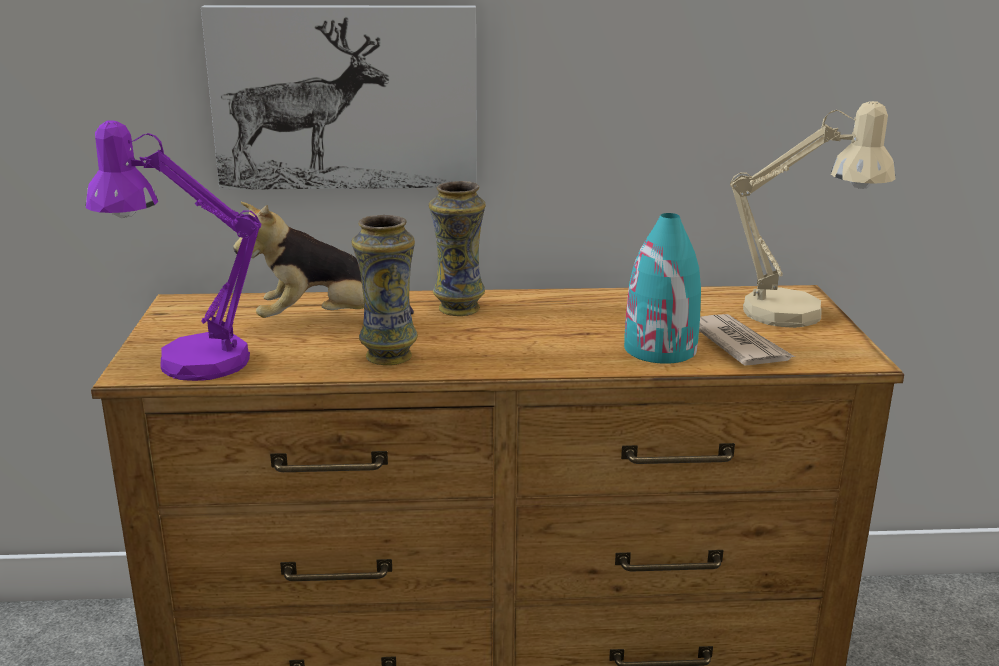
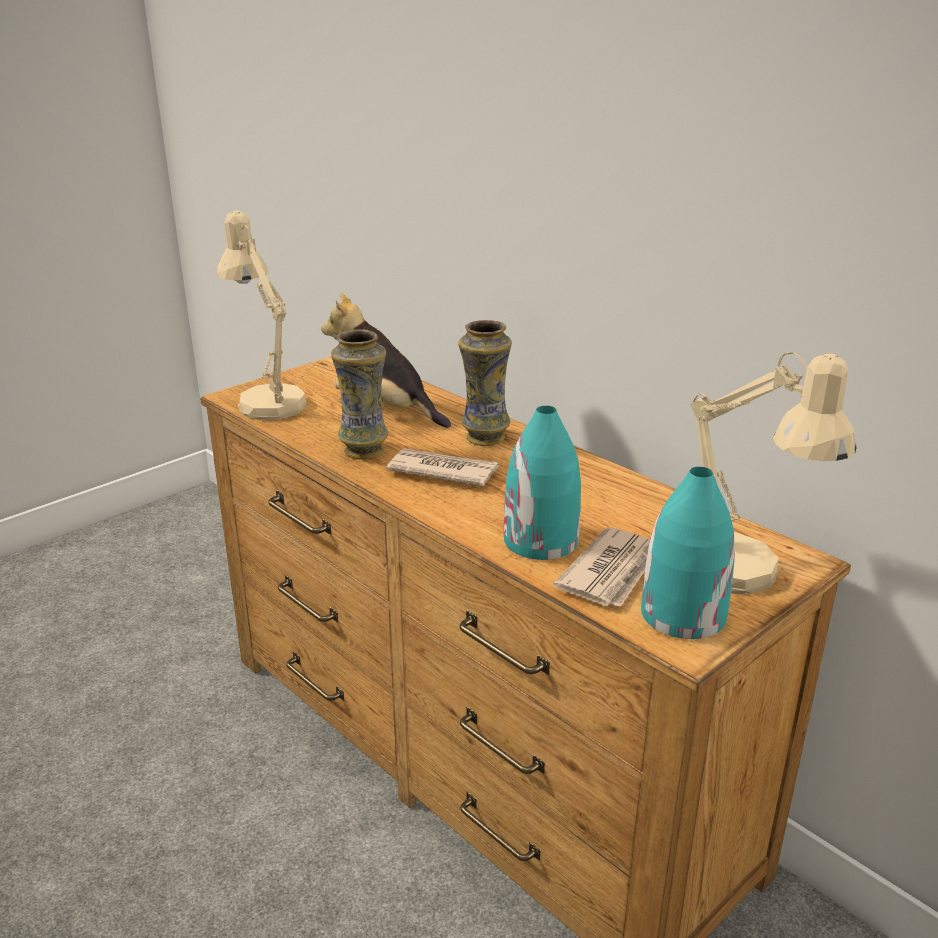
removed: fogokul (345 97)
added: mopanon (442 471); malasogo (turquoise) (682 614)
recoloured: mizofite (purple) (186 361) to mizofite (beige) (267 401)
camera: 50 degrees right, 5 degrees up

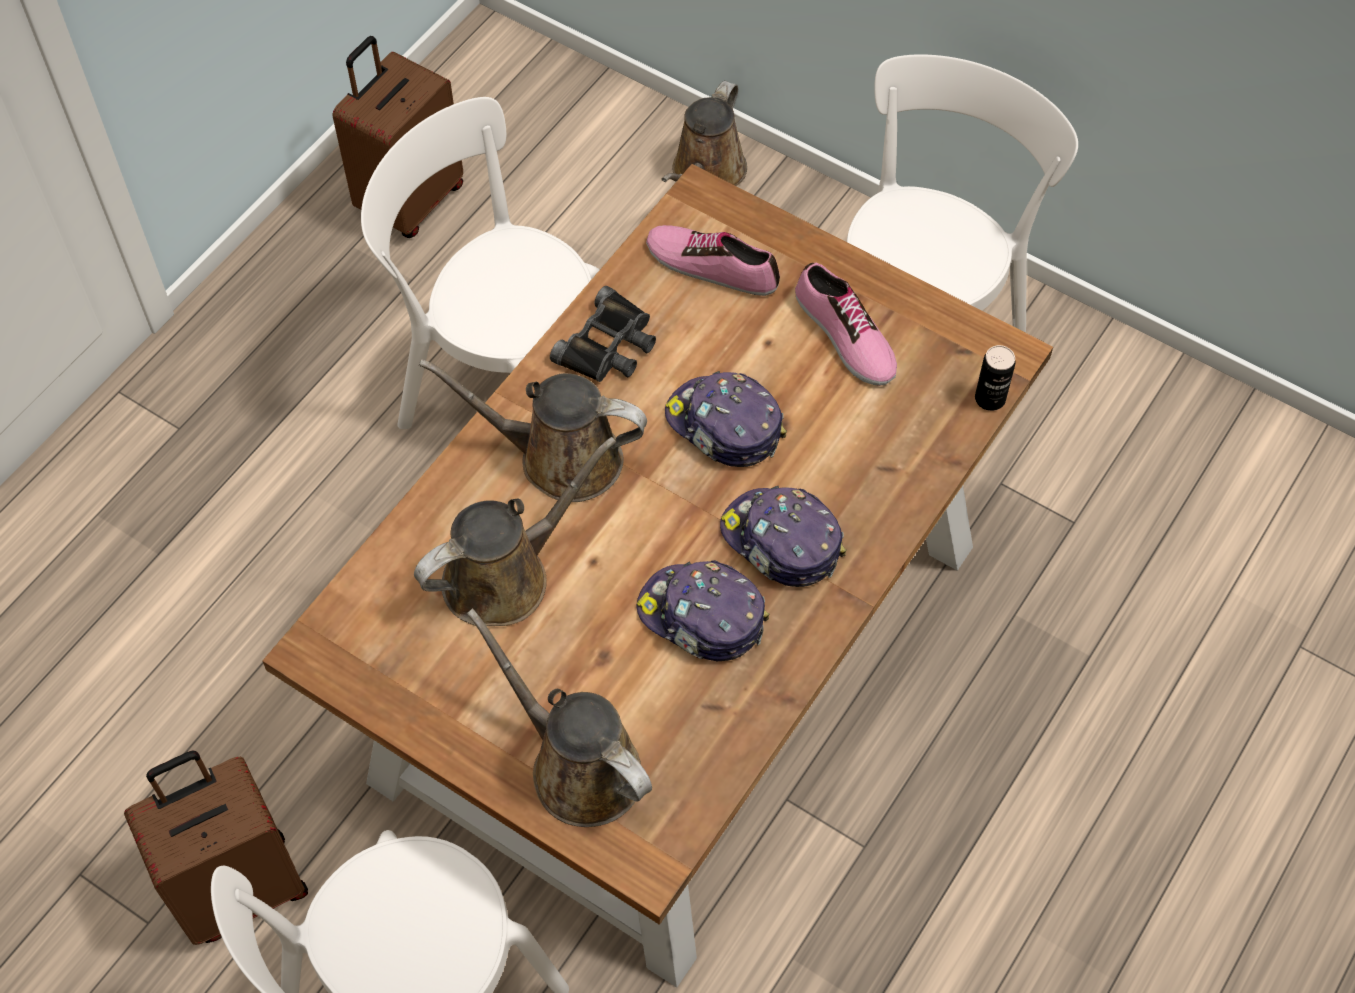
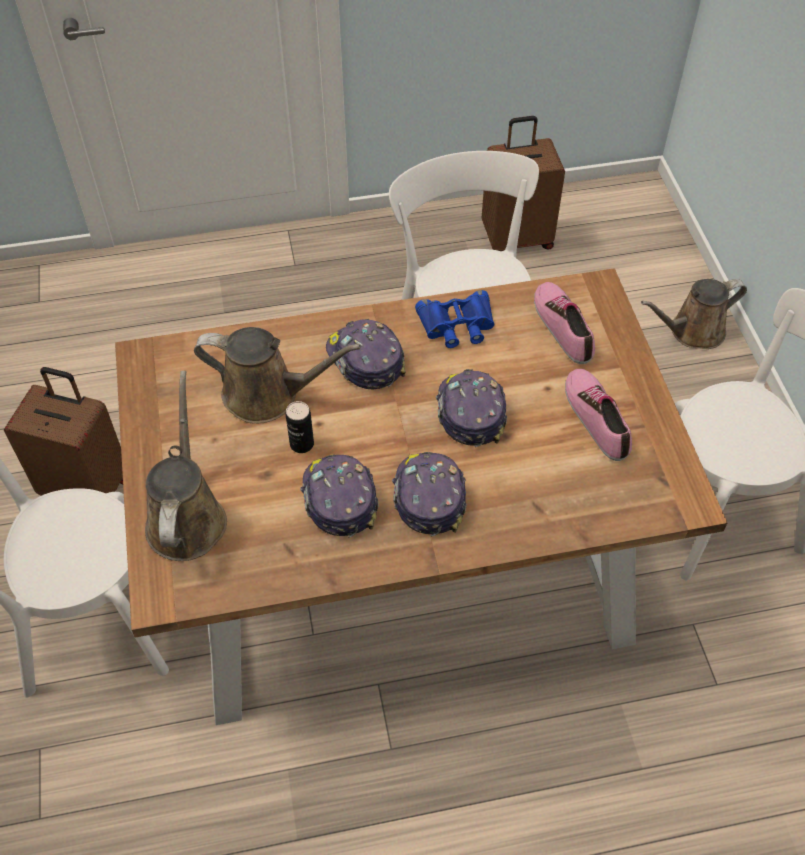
moved: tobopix (990 399) to (302 444)
replaced: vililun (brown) (560 458) to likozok (364 360)
recoloured: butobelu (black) (608 345) to butobelu (blue) (457 325)
turned: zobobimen (844 336) = (597 417) 150 degrees clockwise
camera: 45 degrees right, 5 degrees down

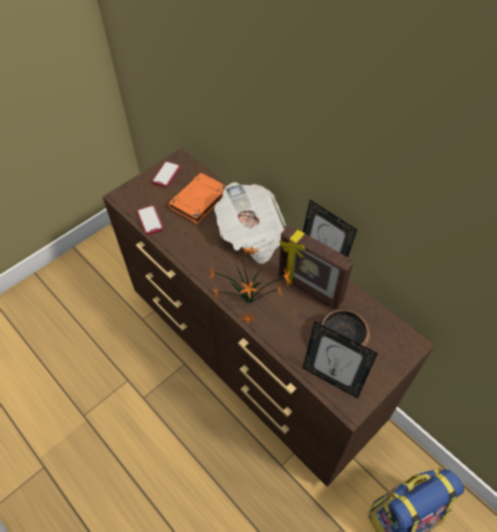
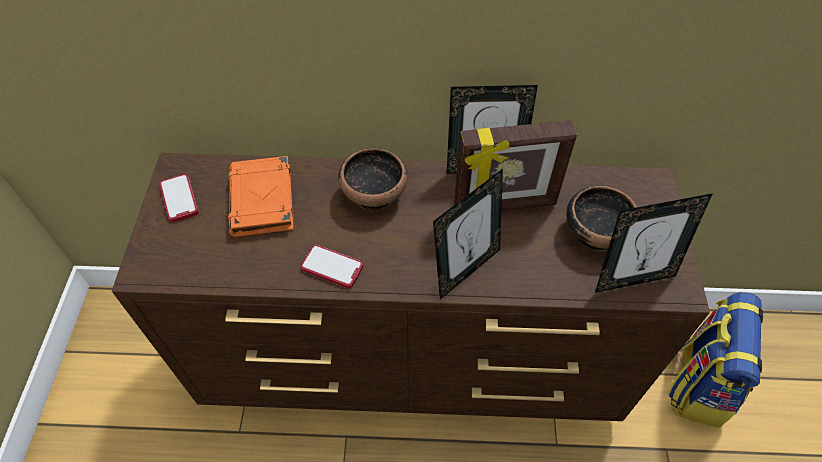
moved: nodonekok (150 221) to (332 267)
replaced: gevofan (252 304) to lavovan (465 269); mopanon (252 235) to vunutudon (375 193)
camera: 45 degrees left, 0 degrees up

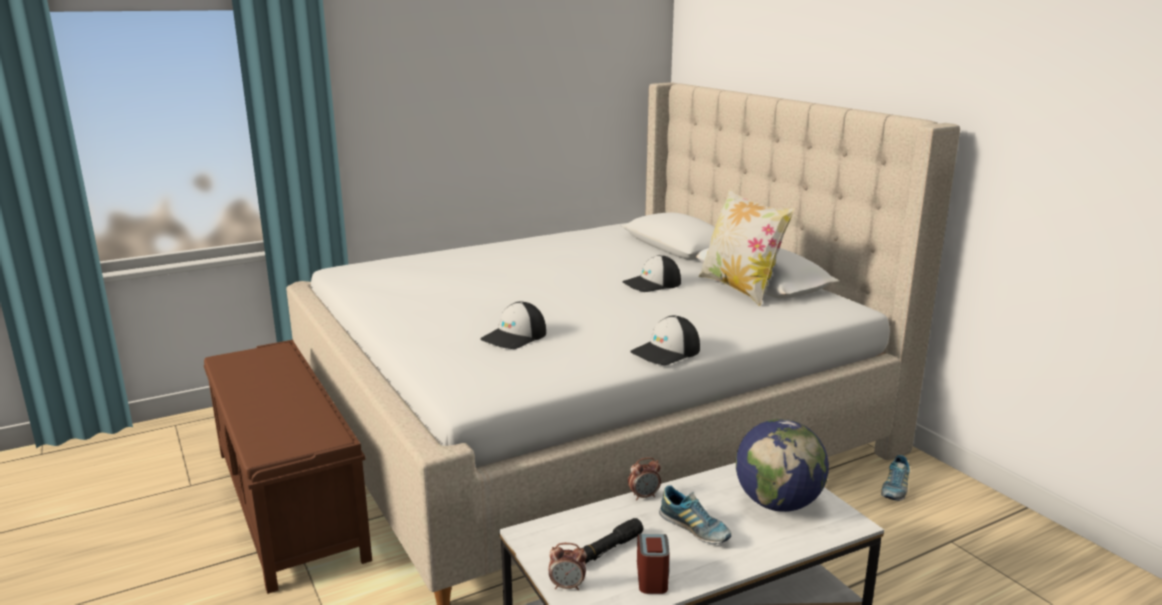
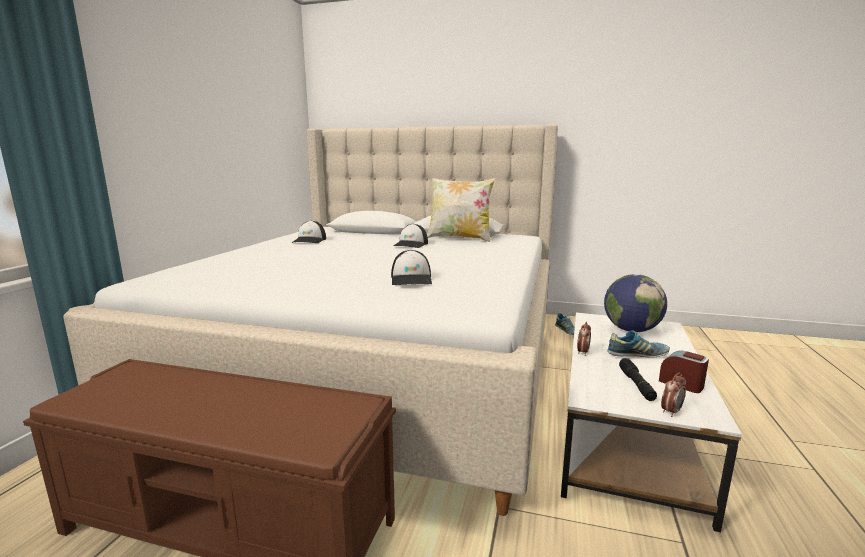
moved: likozok (666 352) to (310 240)
camera: 45 degrees left, 5 degrees down

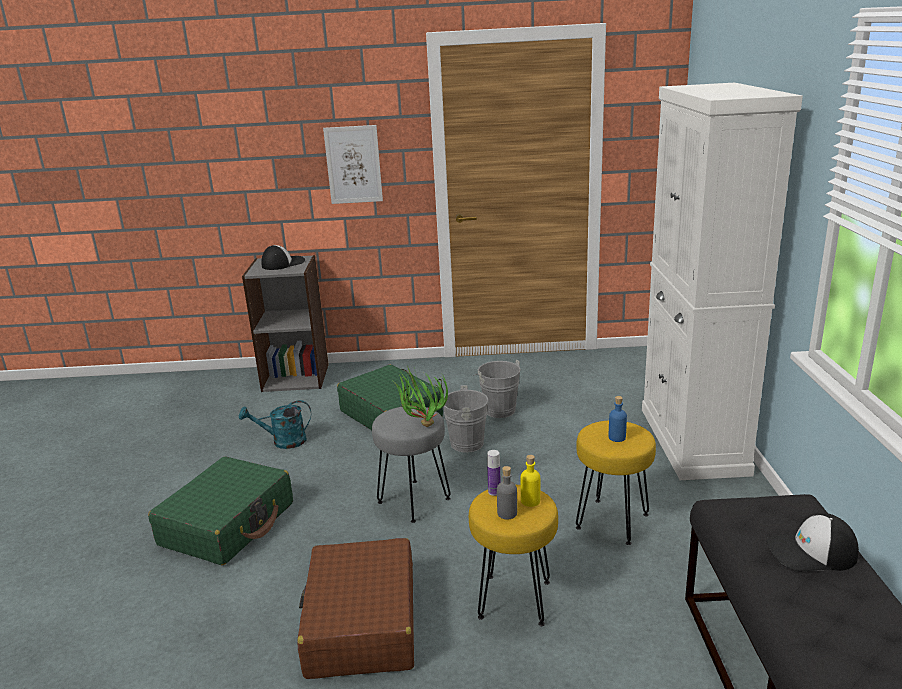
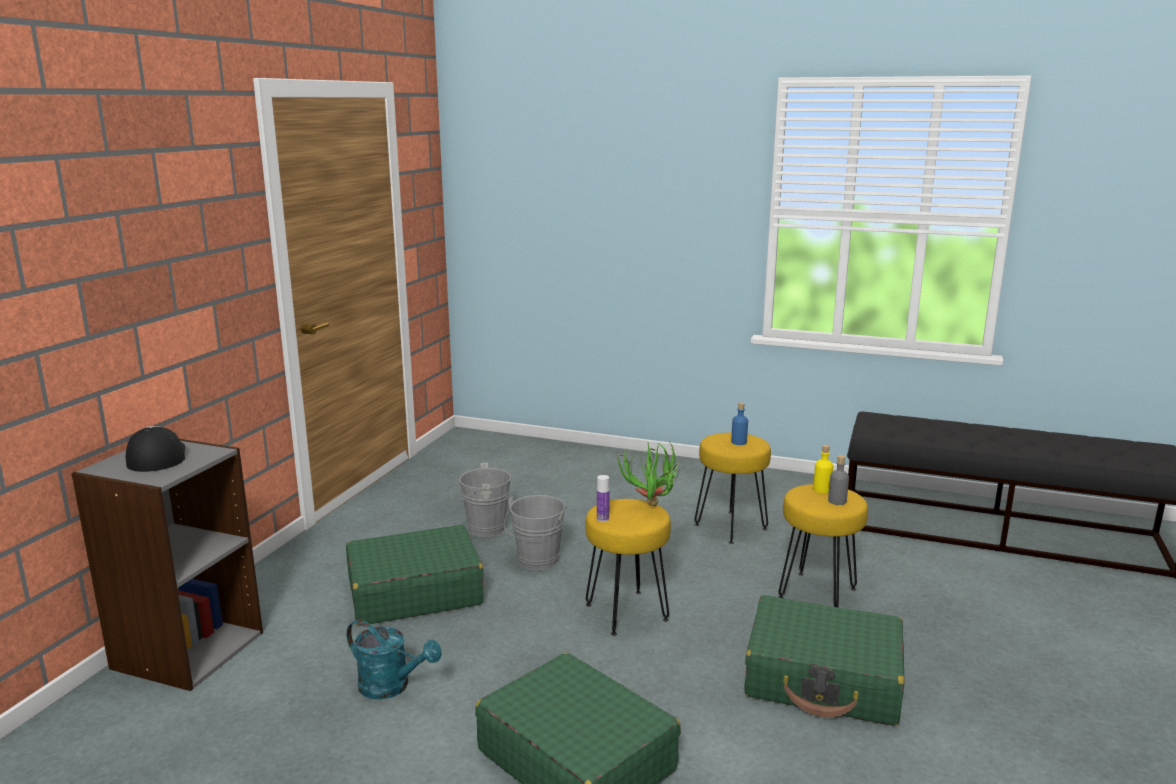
removed: fogokul (353 164); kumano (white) (693 440); likozok (811 552)
moved: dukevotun (494 492) to (603 519)
recoloured: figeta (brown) (361 624) to figeta (green) (823 679); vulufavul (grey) (415 500) to vulufavul (yellow) (627 612)
turned: vililun (turquoise) (283 442) = (392 687) 75 degrees counterclockwise
camera: 70 degrees left, 5 degrees down

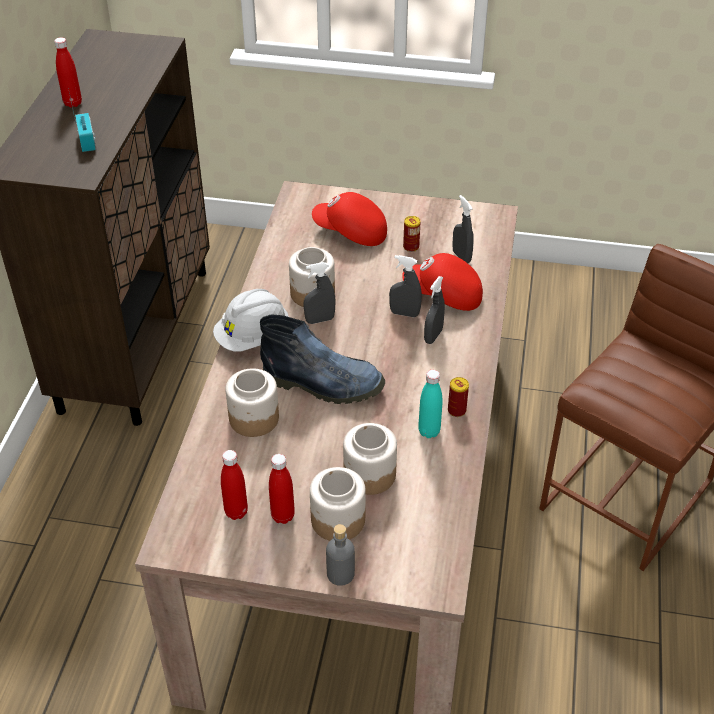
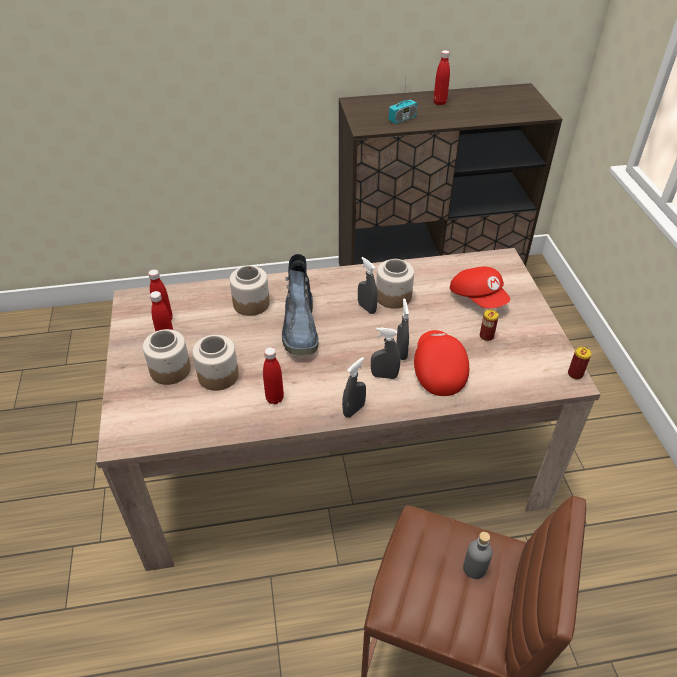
removed: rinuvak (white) (253 337)
moved: dukevotun (grey) (340 574) to (474 568); tobopix (456 410) to (575 374); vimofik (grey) (461 256) to (354 410)
recoloured: dukevotun (turquoise) (429 431) to dukevotun (red) (274 398)
turned: likozok (red) (350 233) = (478 298) 150 degrees clockwise
camera: 70 degrees right, 0 degrees up

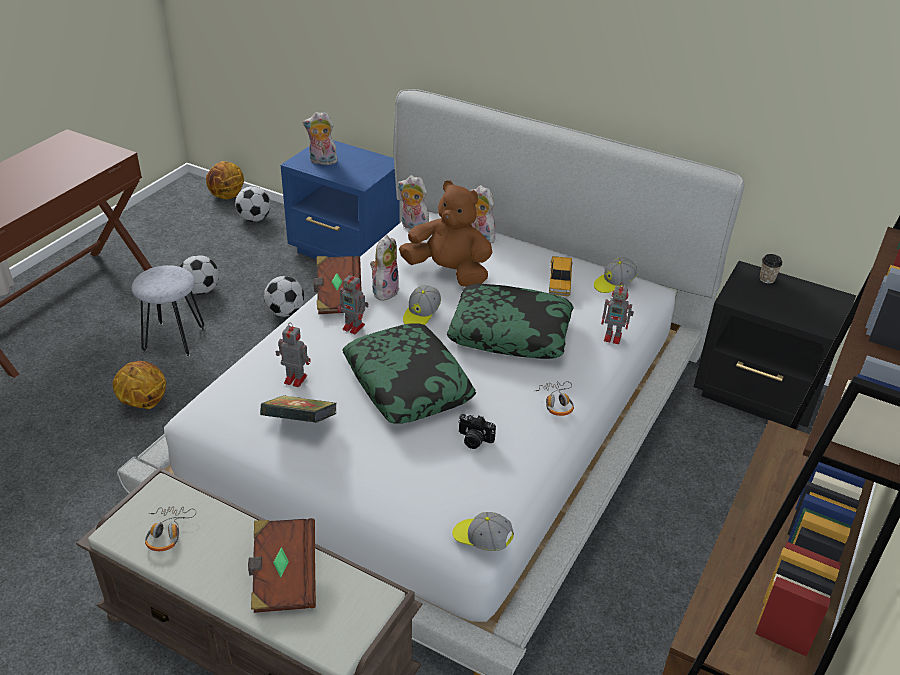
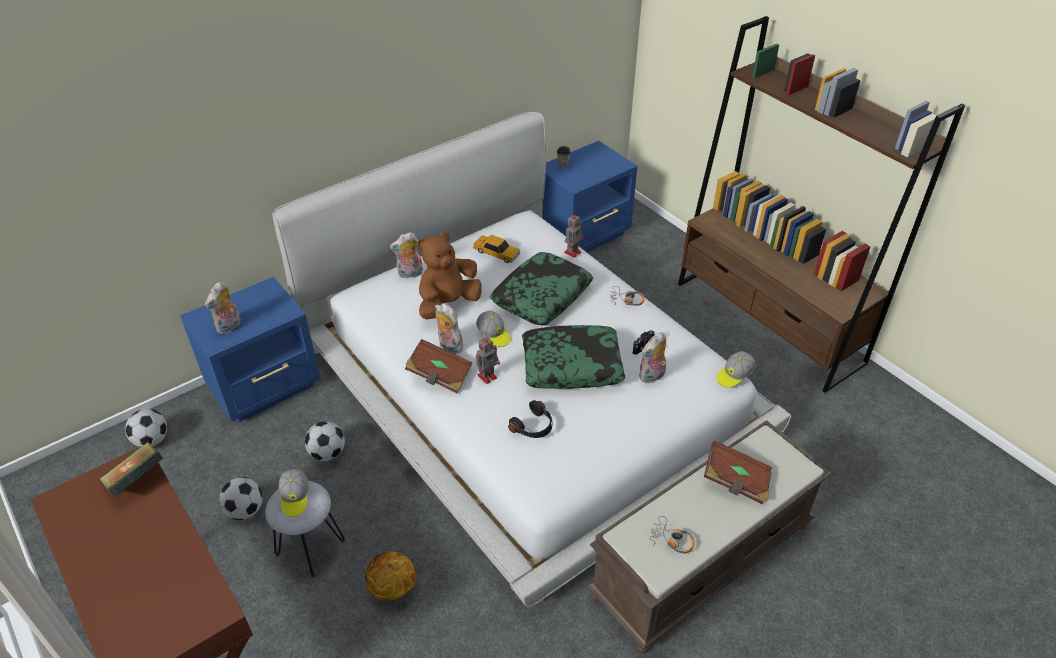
removed: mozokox (227 196)
moved: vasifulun (300 424) to (137 480); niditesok (413 227) to (652 376); likozok (614 283) to (295 497)
replaced: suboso (294 379) to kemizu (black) (534 427)
recoloured: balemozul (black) (758 394) to balemozul (blue) (584 235)
camera: 65 degrees left, 5 degrees up

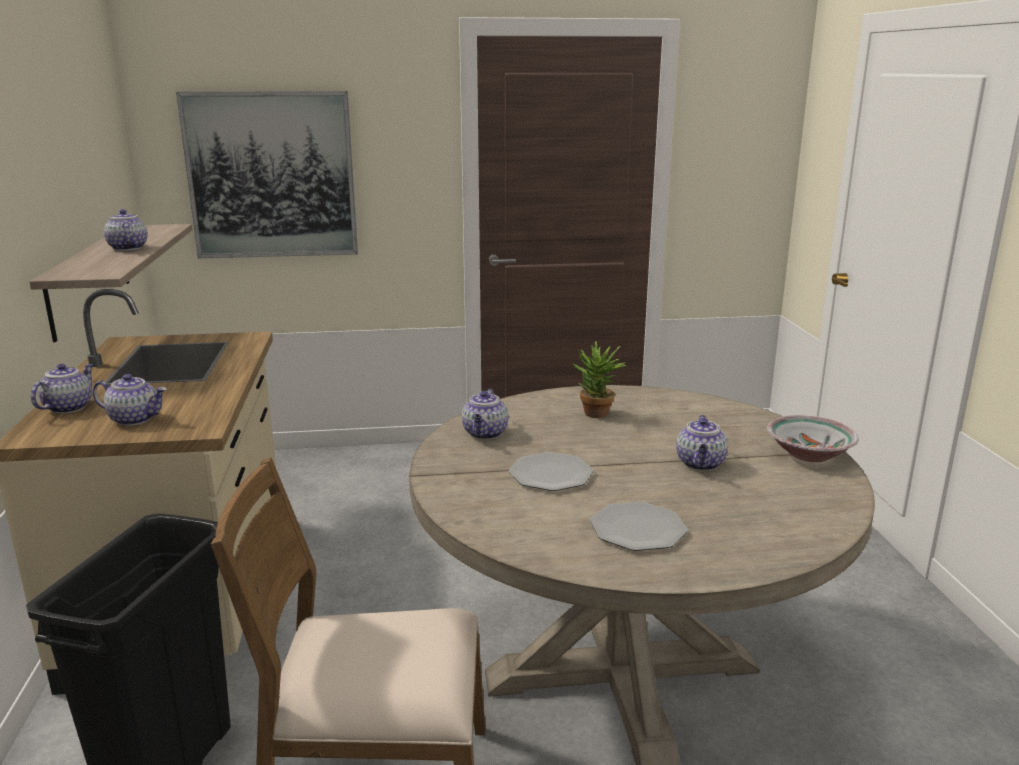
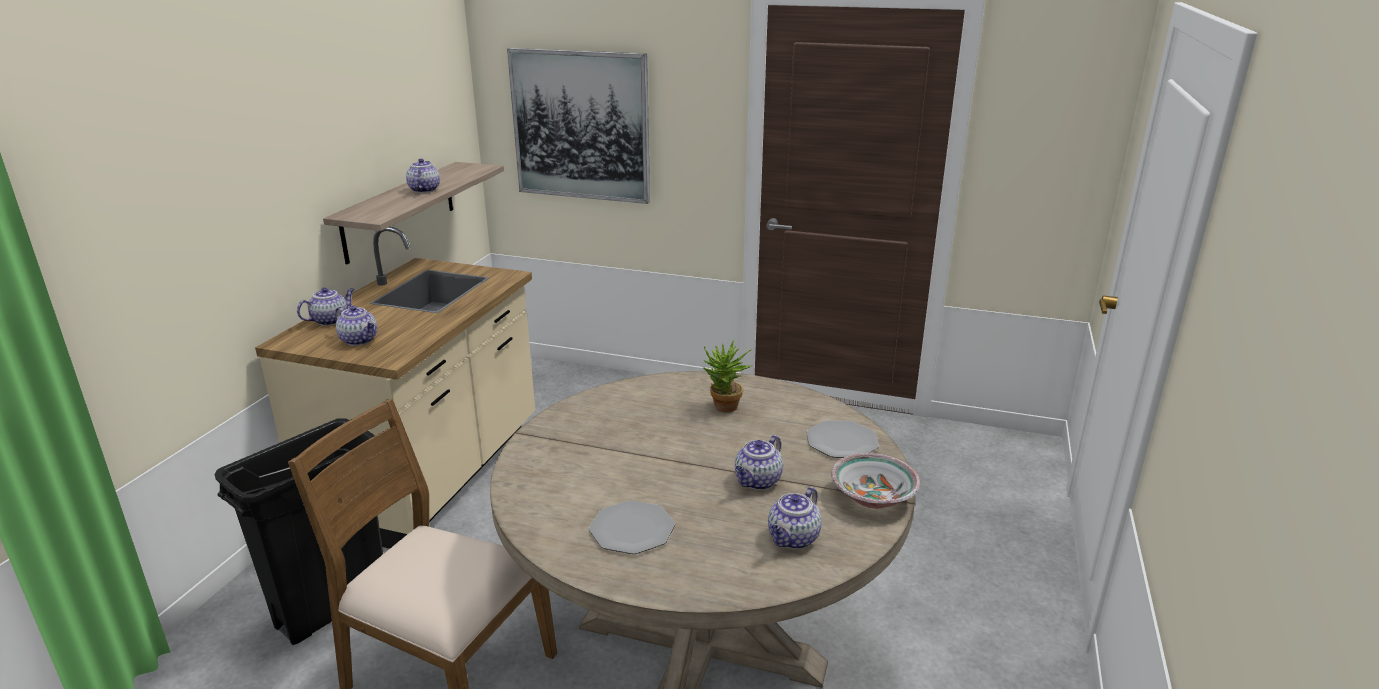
moved: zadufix (485 434) to (793 539); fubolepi (551 474) to (842 441)
camera: 25 degrees right, 5 degrees up

